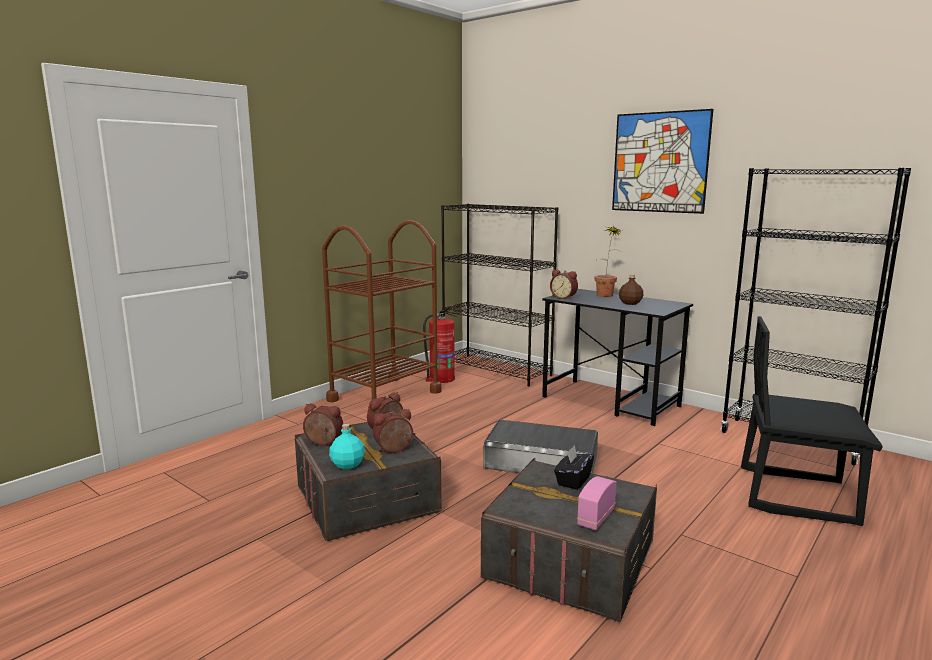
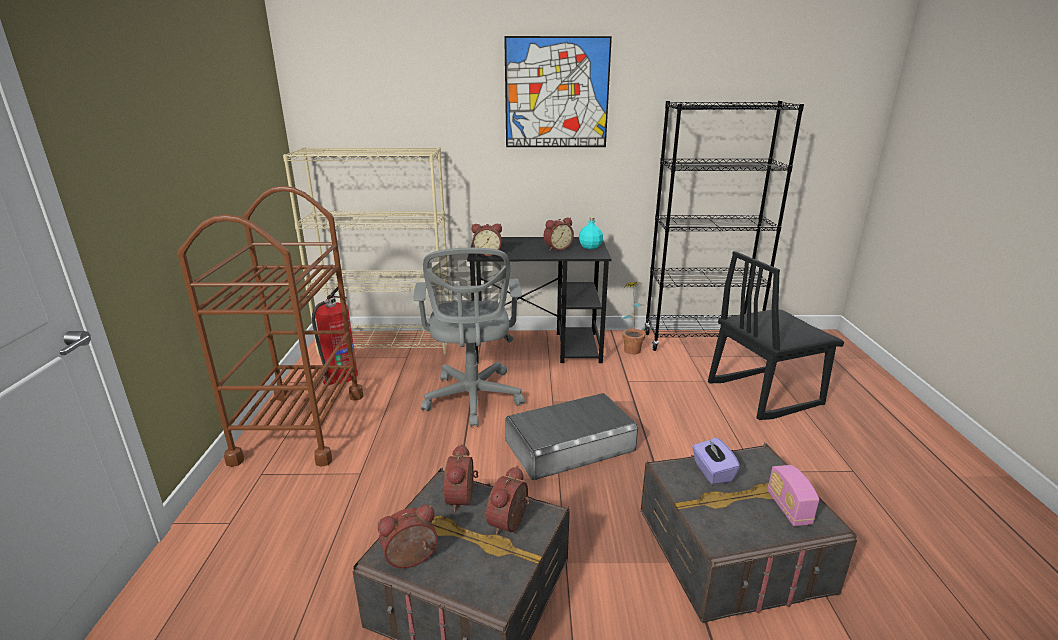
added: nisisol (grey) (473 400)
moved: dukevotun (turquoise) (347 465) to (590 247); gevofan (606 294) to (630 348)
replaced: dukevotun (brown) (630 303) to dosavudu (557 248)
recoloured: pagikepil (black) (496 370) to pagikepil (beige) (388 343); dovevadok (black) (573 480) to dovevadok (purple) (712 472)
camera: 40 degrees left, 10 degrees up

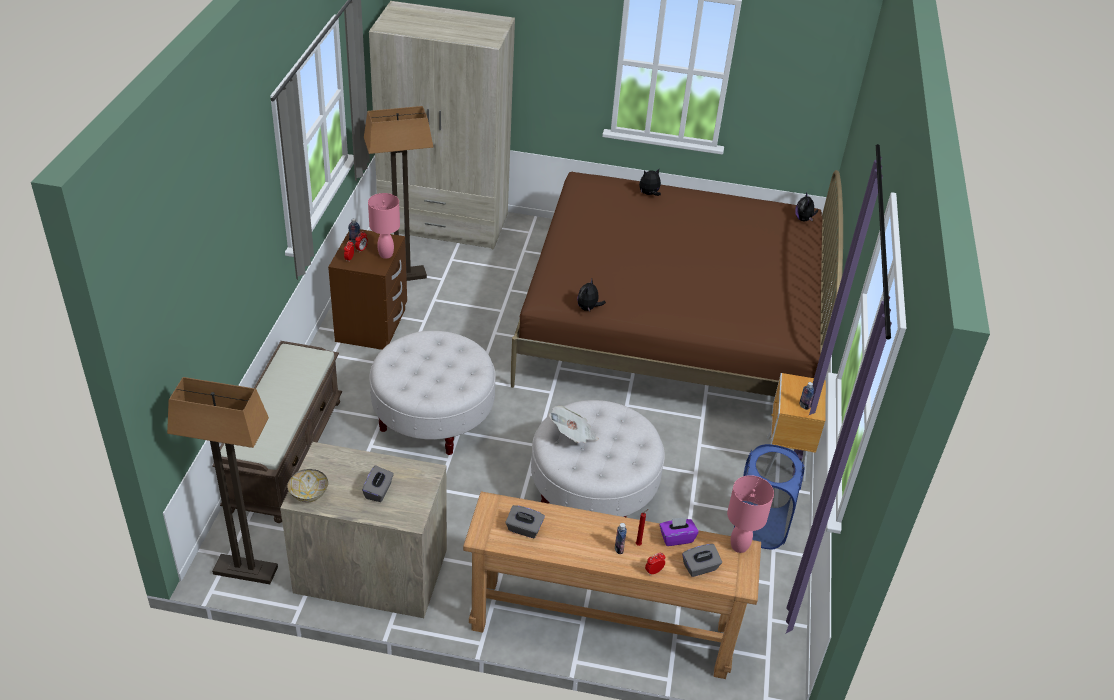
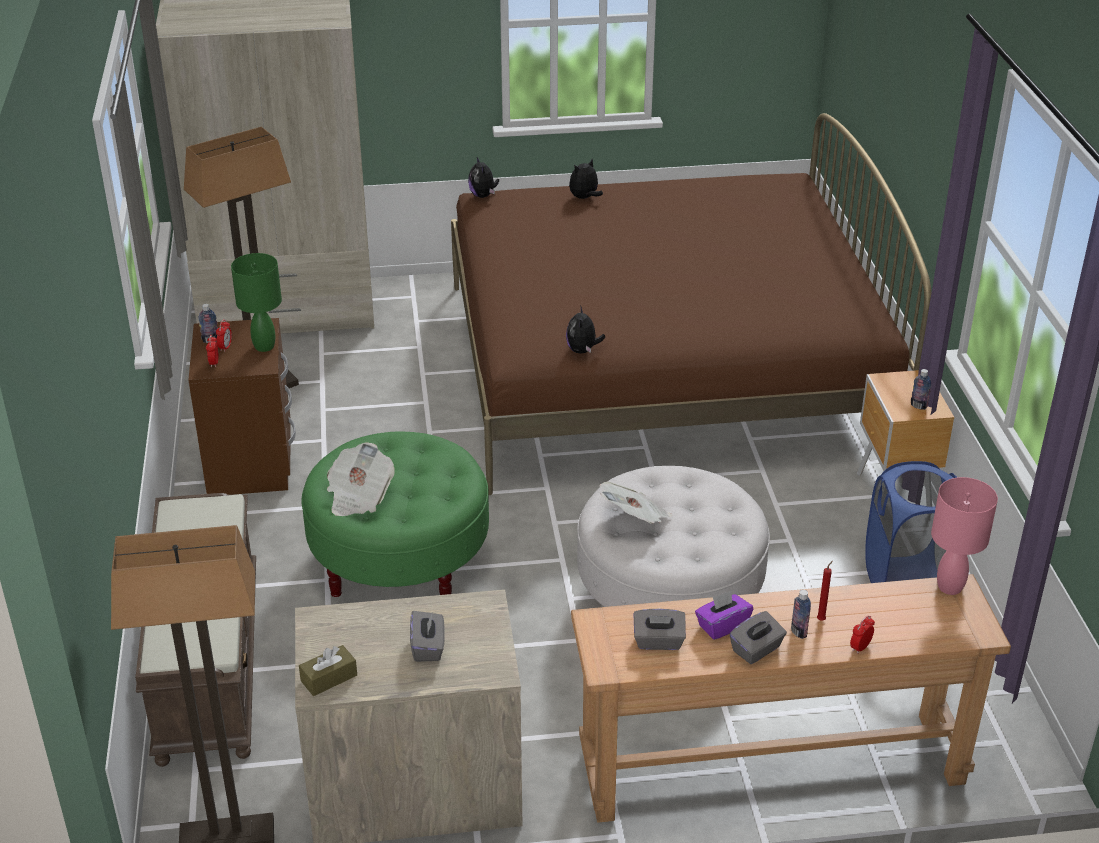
added: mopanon (359 496)
moved: dovevadok (purple) (676 538) to (722 626); dovevadok (grey) (700 567) to (756 650); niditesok (804 219) to (483 195)
replaced: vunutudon (309 494) to dovevadok (brown) (329 678)
recoloured: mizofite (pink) (386 254) to mizofite (green) (264 346); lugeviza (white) (433 417) to lugeviza (green) (399 560)
camera: 15 degrees left, 5 degrees down

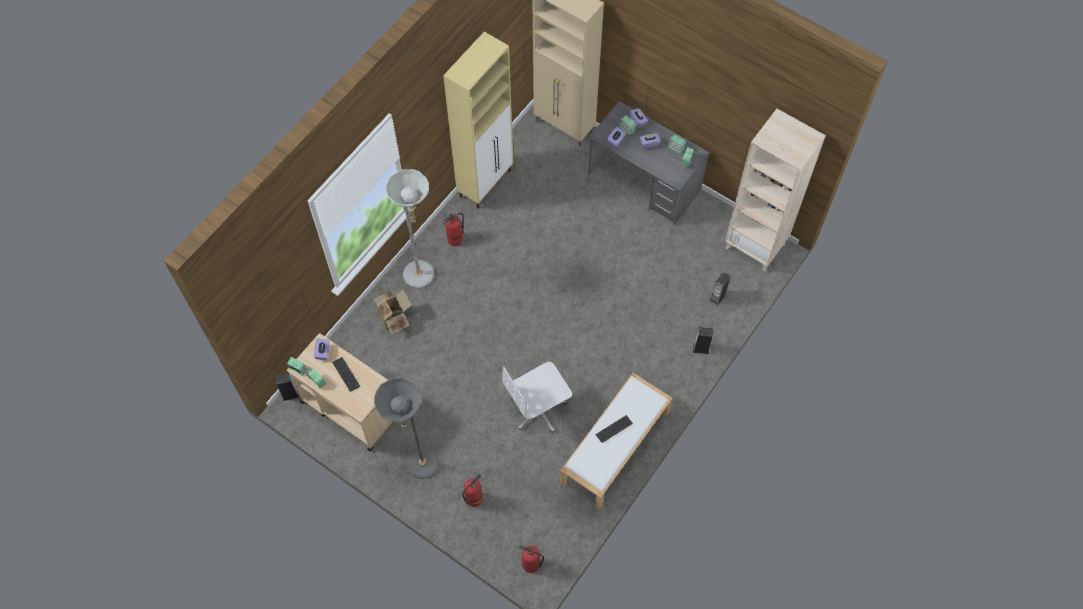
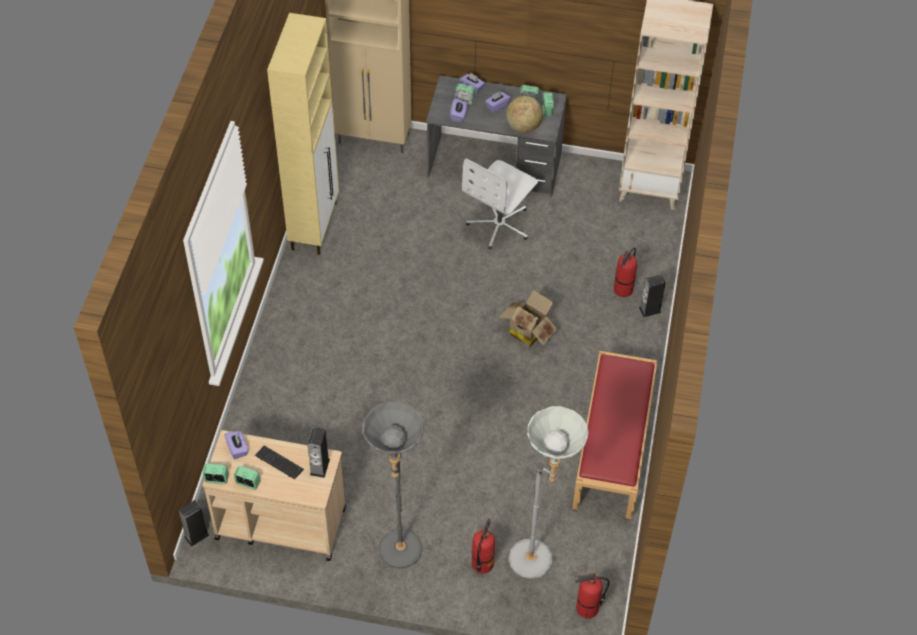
removed: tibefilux (614 429)
added: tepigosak (523 126)
moved: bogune (394 316) to (528 331); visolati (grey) (422 279) to (539 563); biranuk (455 240) to (623 290); nisisol (white) (538 409) to (500 224); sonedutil (718 297) to (319 467)
recoloured: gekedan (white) (615 448) to gekedan (red) (613 447)
camera: 25 degrees left, 10 degrees down

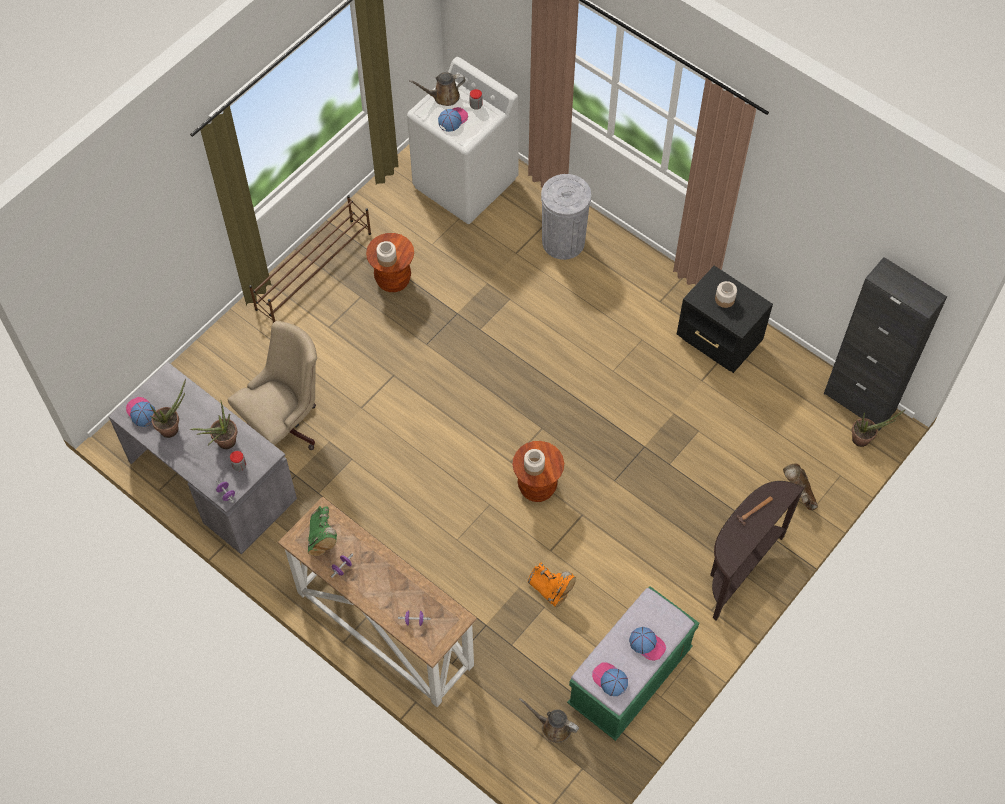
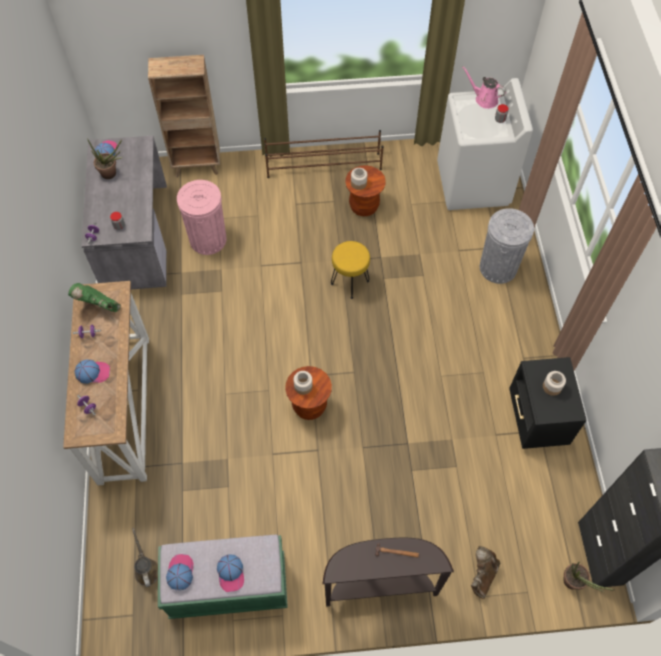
removed: gevofan (223 444); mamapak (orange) (550 590)
added: pagikepil (brown) (197 166); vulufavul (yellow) (350 282)
moved: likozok (452 120) to (93 372)
replaced: nisisol (beige) (285 425) to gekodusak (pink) (208 239)
recoloured: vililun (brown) (443 97) to vililun (pink) (484 99)
turned: mamapak (green) (322 539) = (99 306) 75 degrees clockwise
camera: 45 degrees right, 0 degrees up

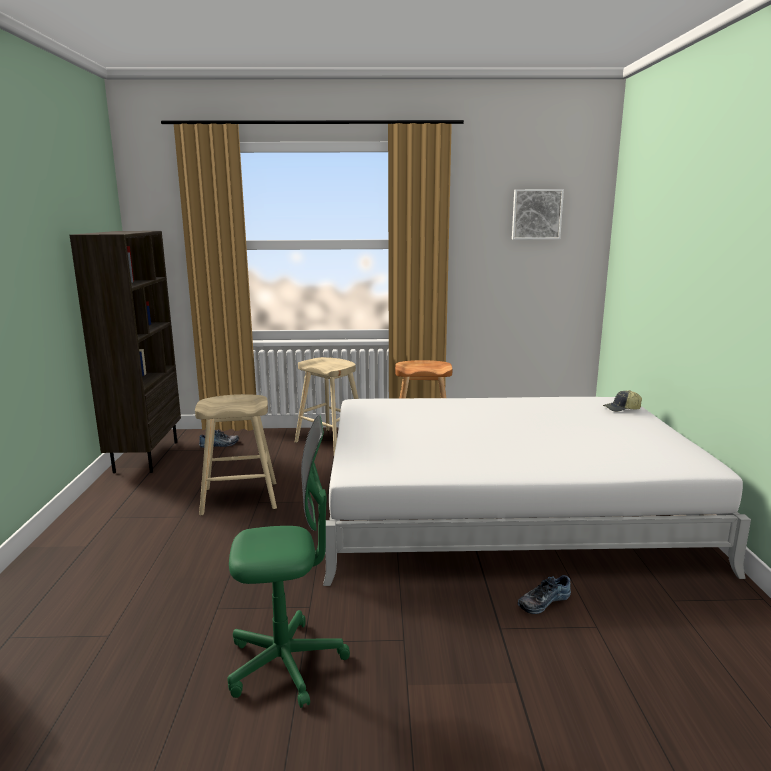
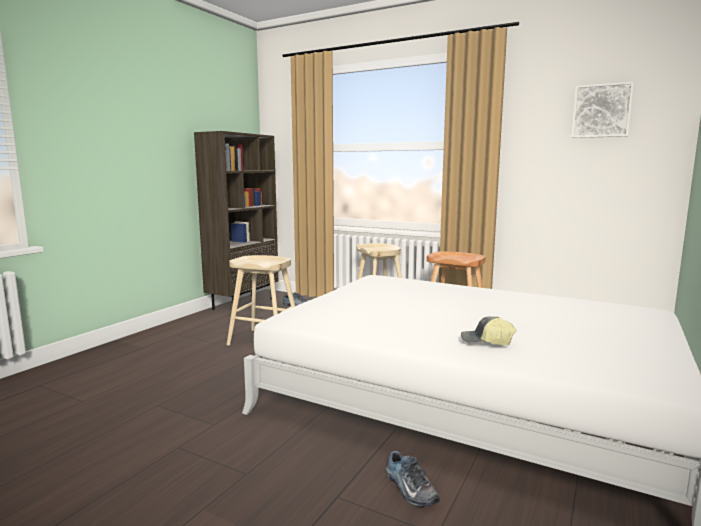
removed: nisisol (green) (286 664)
moved: likozok (622 409) to (486 342)
turned: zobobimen (543 601) = (409 489) 120 degrees counterclockwise
camera: 30 degrees right, 5 degrees down

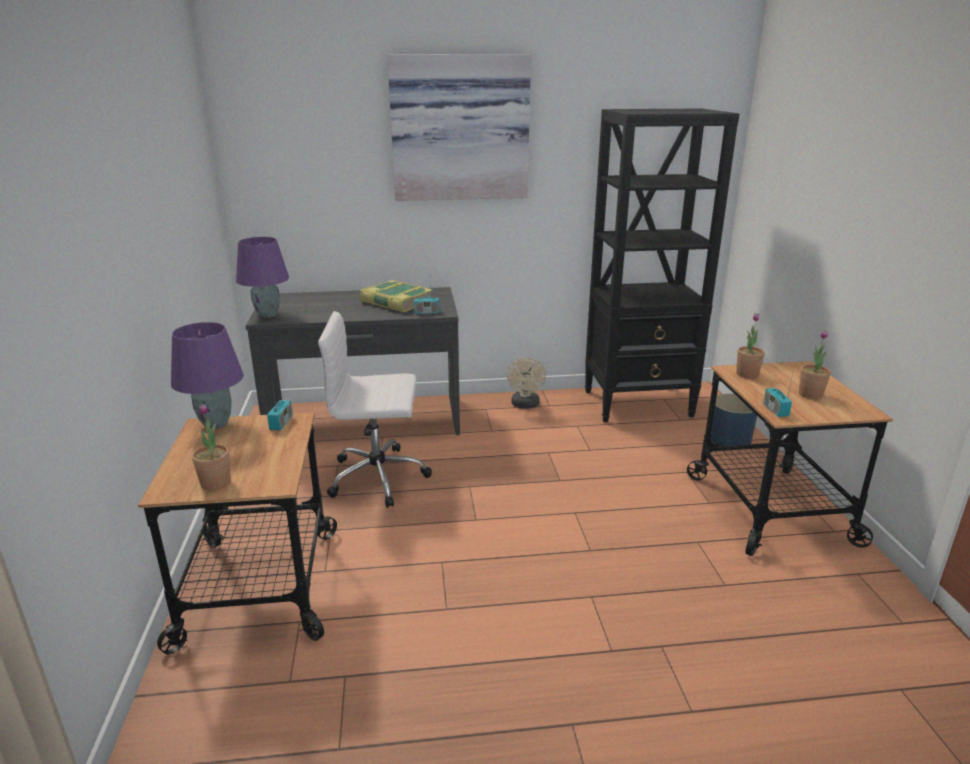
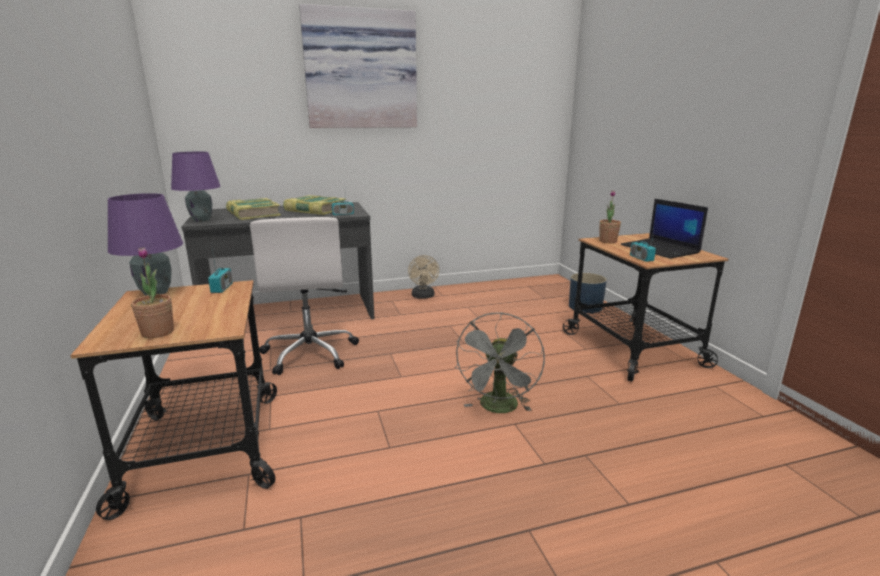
removed: pagikepil (black) (639 404)
added: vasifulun (253 214); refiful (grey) (499 409)
replaced: gevofan (810 394) to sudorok (661 249)
turned: nisisol (white) (380 477) = (310 353) 90 degrees counterclockwise
camera: 10 degrees left, 5 degrees down

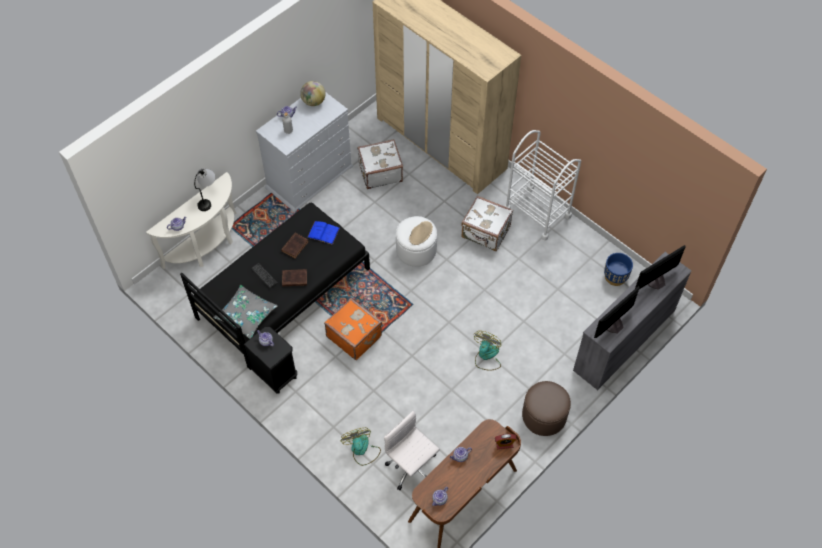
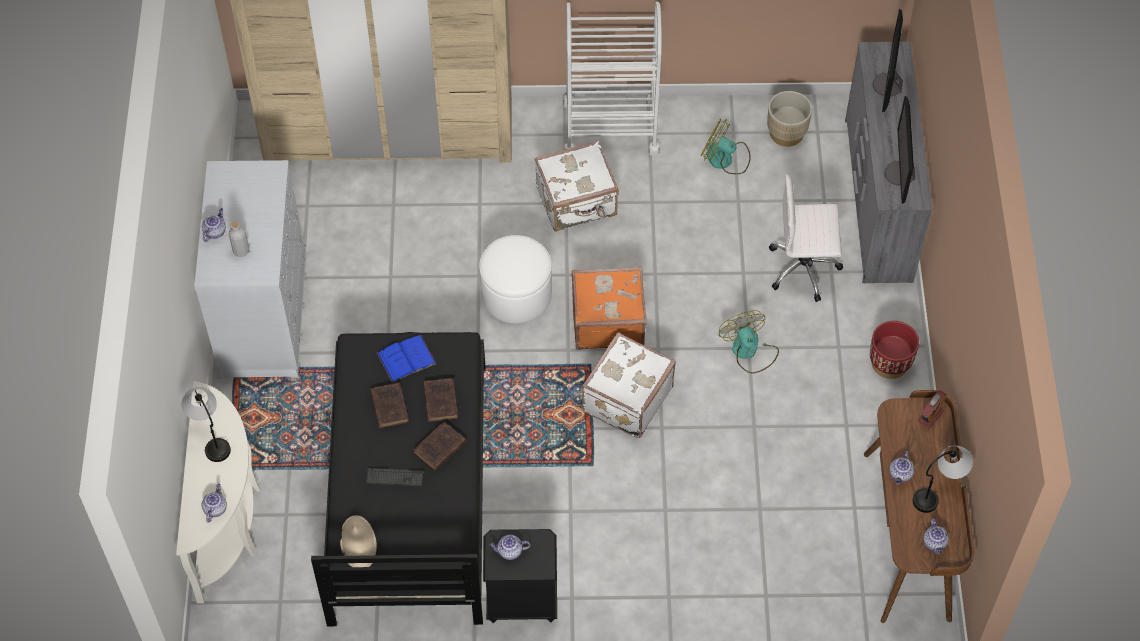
removed: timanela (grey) (246 315); tepigosak (313 102)
added: vasifulun (brown) (440 400); mizofite (939 492)
moved: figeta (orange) (354 336) to (607 321); refiful (362 450) to (725 159); figeta (white) (380 172) to (626 399); nisisol (white) (412 467) to (804 268); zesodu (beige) (421 233) to (358 543)
replaced: lugeviza (brown) (544 416) to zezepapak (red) (890 363)
recoloured: zezepapak (blue) (615 277) to zezepapak (beige) (786 133)
camera: 45 degrees left, 0 degrees up

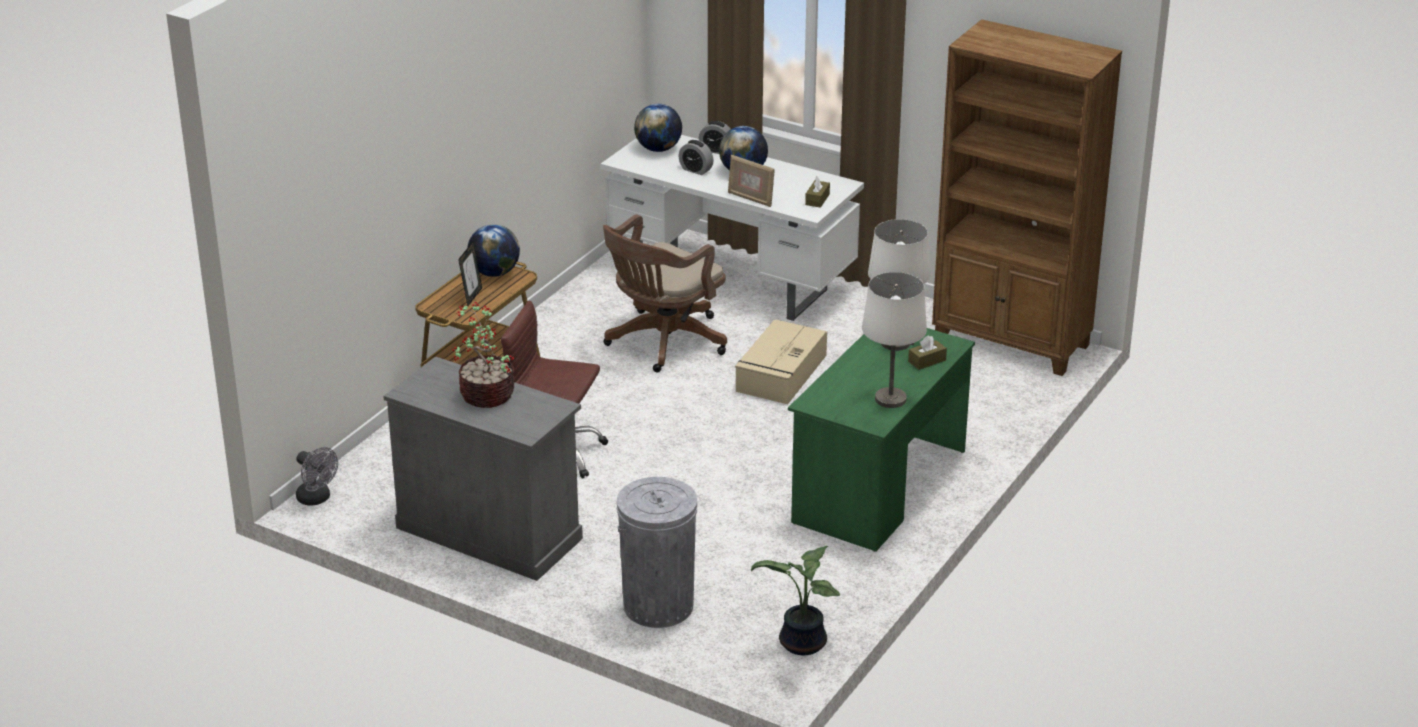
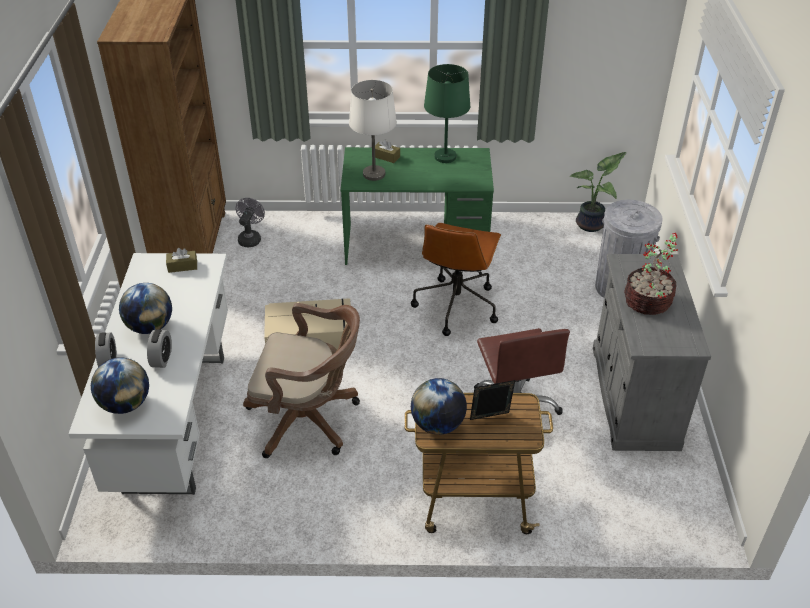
removed: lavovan (750 199)
added: nisisol (brown) (456 305)
moved: refiful (grey) (317 499) to (250 238)
recoloured: mizofite (white) (890 399) to mizofite (green) (445 157)
camera: 120 degrees left, 10 degrees up

